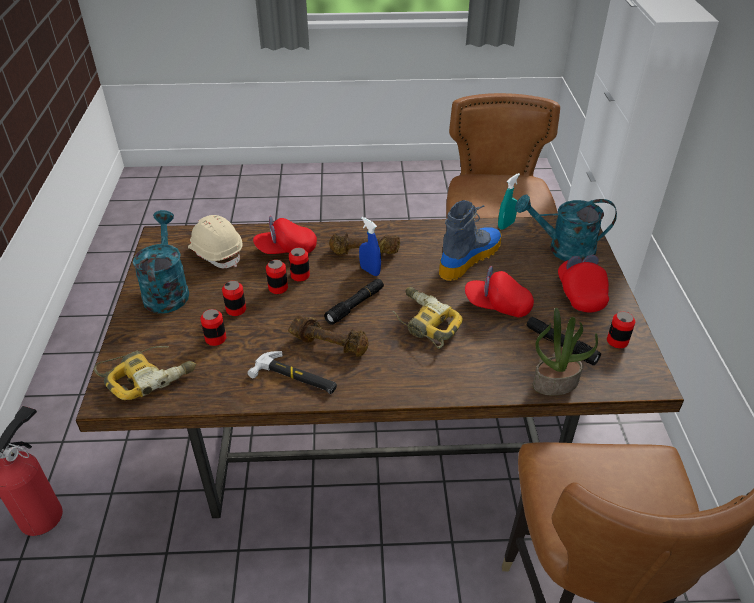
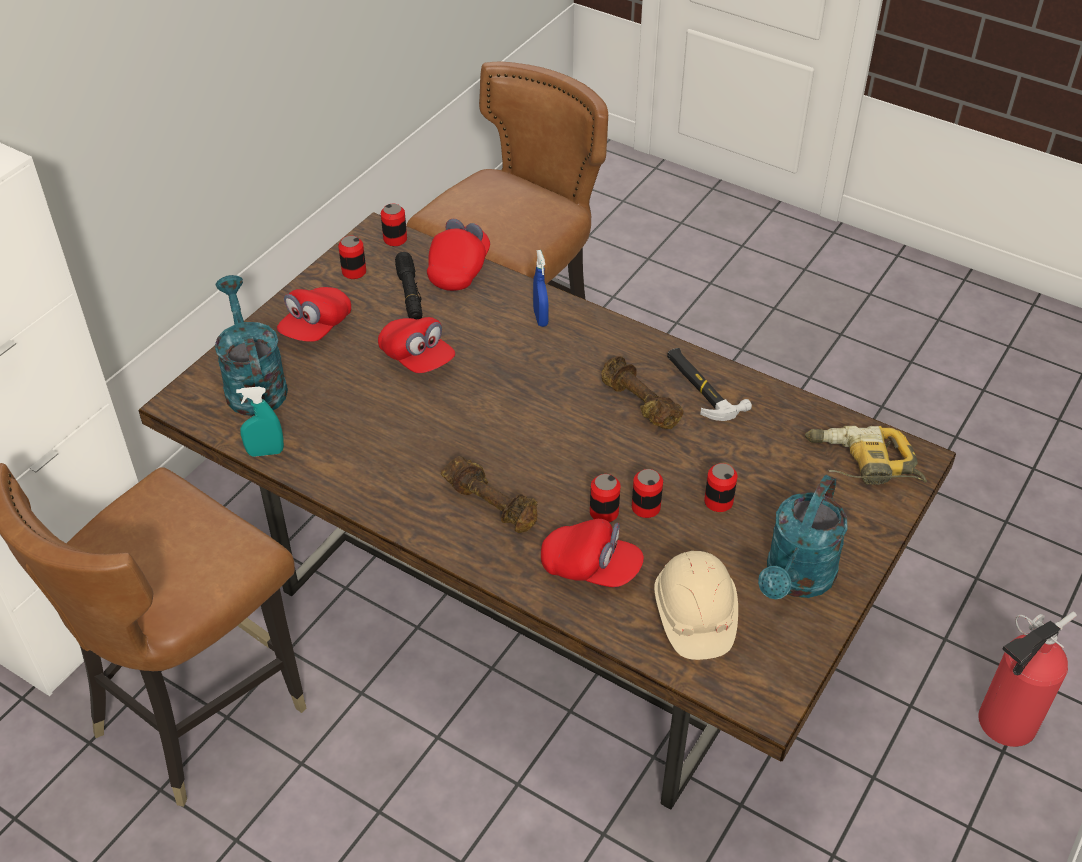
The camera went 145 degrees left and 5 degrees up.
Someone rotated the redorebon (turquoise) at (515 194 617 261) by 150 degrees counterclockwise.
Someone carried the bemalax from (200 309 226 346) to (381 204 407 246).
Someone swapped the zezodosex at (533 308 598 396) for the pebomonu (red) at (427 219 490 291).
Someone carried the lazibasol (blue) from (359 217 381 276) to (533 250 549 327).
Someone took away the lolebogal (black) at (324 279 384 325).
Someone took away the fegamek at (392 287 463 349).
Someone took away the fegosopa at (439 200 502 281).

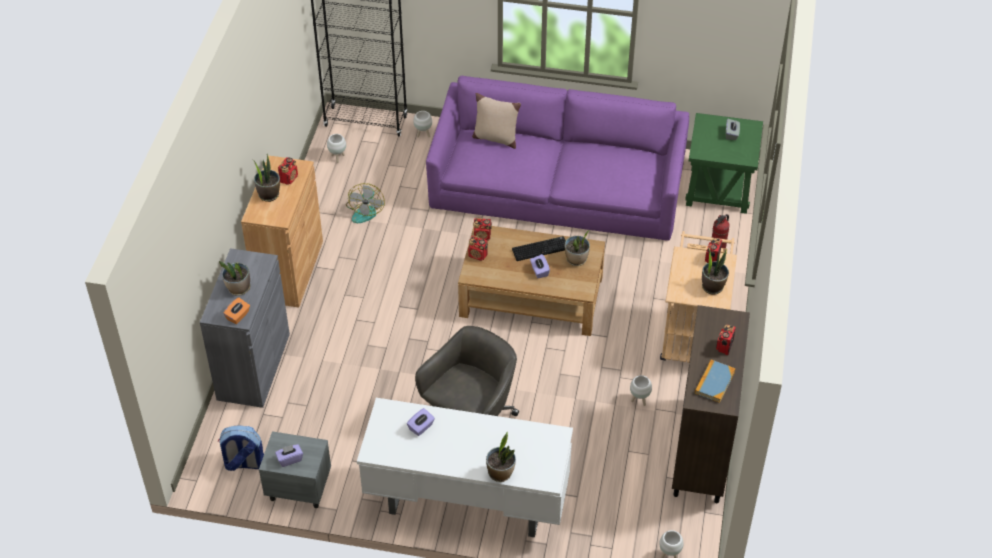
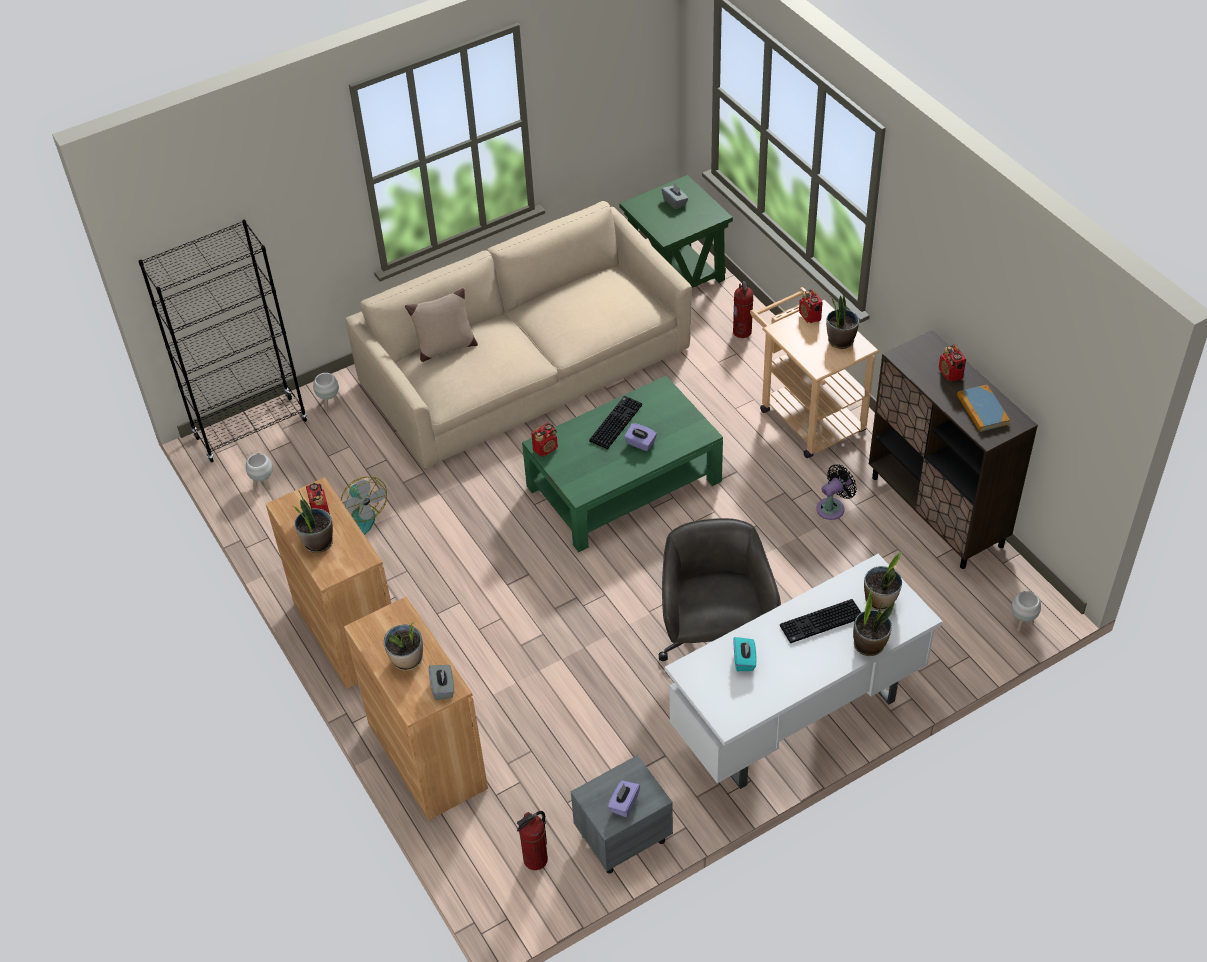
The camera went 40 degrees left and 0 degrees up.
Someone repainted the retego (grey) at (200 248 290 408), which became the retego (brown) at (344 596 488 821).
Someone repainted the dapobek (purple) at (426 76 689 241), which became the dapobek (beige) at (346 201 692 468).
Someone repainted the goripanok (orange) at (223 297 250 324), which became the goripanok (grey) at (429 665 454 700).
Someone swapped the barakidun at (218 425 264 471) for the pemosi at (517 811 548 870).
Someone repainted the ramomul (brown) at (458 226 605 336), which became the ramomul (green) at (522 376 723 552).
Someone repainted the goripanok (purple) at (407 408 435 436), which became the goripanok (turquoise) at (733 637 757 671).
Someone put down the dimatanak at (780 599 861 643).
Someone swapped the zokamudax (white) at (630 375 652 406) for the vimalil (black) at (816 464 857 520).
Someone carried the zezodosex from (565 230 590 266) to (864 552 902 610).
Someone took away the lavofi at (468 236 488 261).

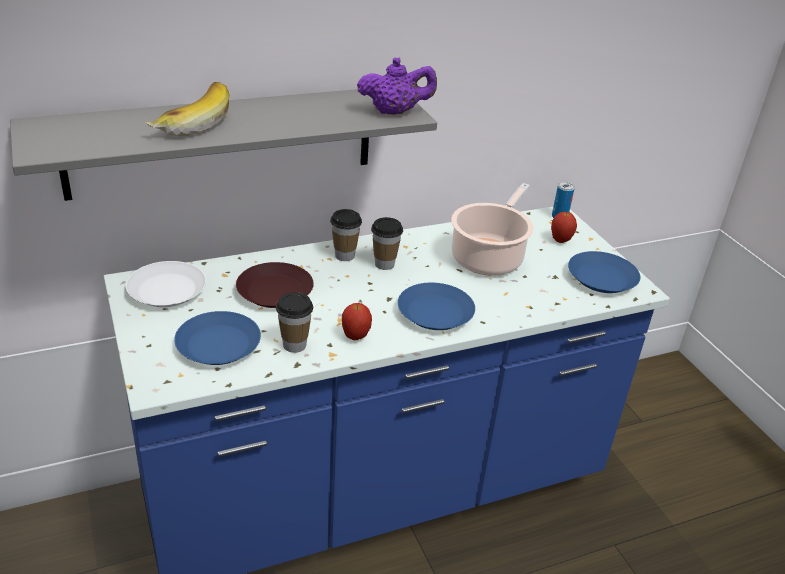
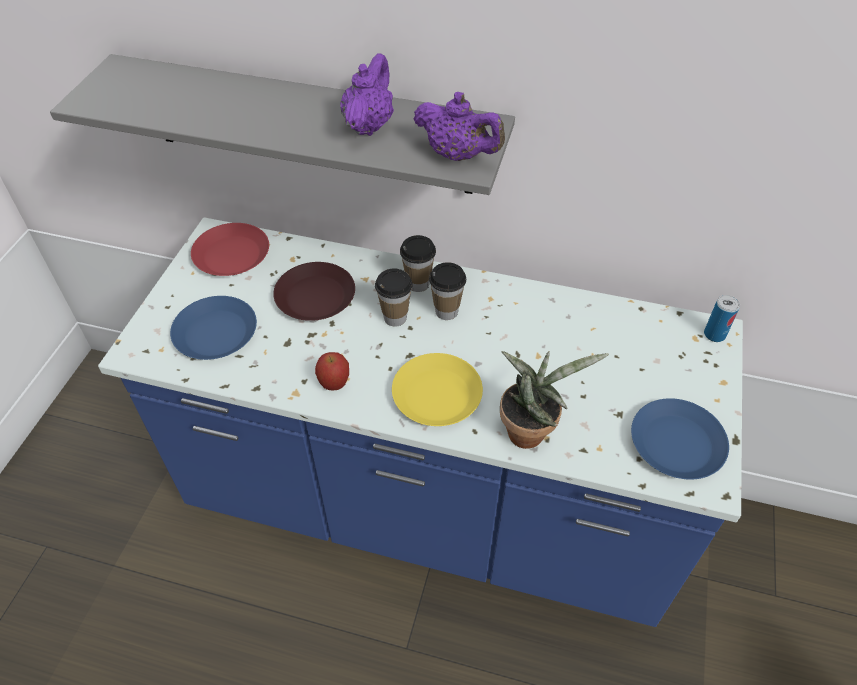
The camera went 40 degrees right and 15 degrees up.
Someone repainted the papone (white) at (126 261 206 307), which became the papone (red) at (191 223 269 276).
Someone put down the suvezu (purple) at (340 53 394 136).
Someone carried the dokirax from (276 292 313 353) to (375 269 413 327).
Someone repainted the papone (blue) at (398 283 475 330), which became the papone (yellow) at (392 353 483 426).
Someone put down the zezodosex at (500 351 609 449).
Someone took away the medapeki at (145 82 229 136).
Someone took away the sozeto at (451 183 534 276).
Someone took away the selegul at (551 212 577 243).

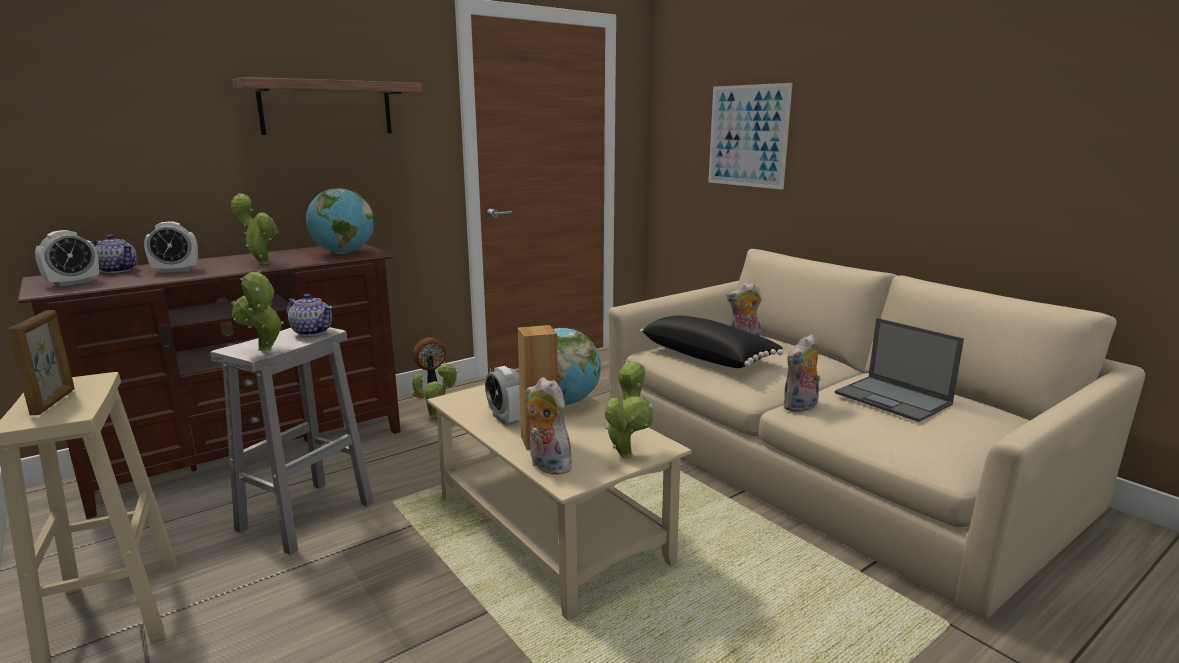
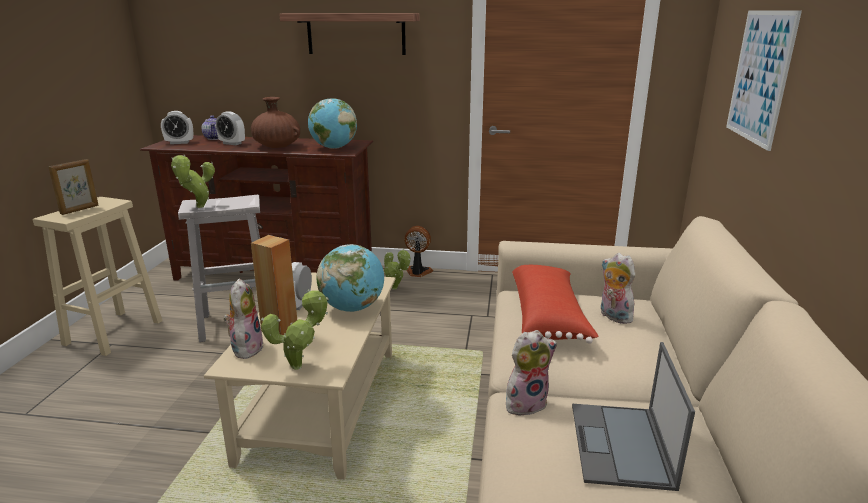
The camera went 45 degrees right and 5 degrees up.
Someone swapped the zezodosex at (231 193 278 264) for the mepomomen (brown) at (251 97 300 148).
Someone rotated the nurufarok at (783 334 821 412) by 150 degrees clockwise.
Someone repainted the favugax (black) at (640 316 783 368), which became the favugax (red) at (512 265 598 344).
Someone took away the suvezu at (286 294 333 336).

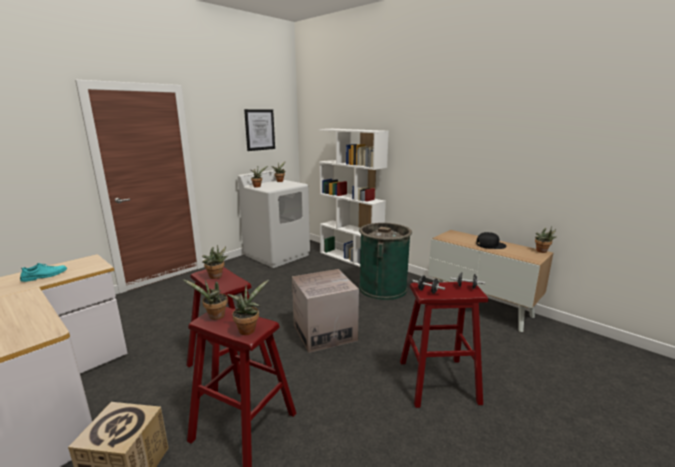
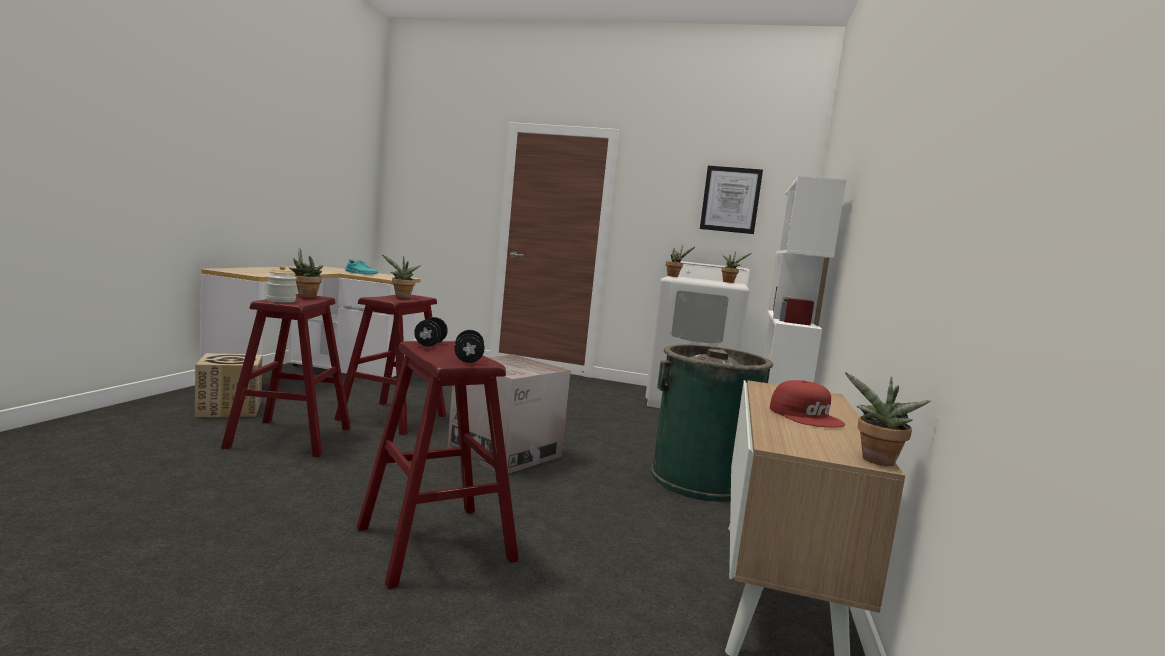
The camera went 60 degrees right and 10 degrees down.
Someone swapped the zezodosex at (227 280 269 335) for the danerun at (267 265 297 303).
Someone repainted the pebomonu (black) at (476 232 507 249), which became the pebomonu (red) at (770 380 845 428).

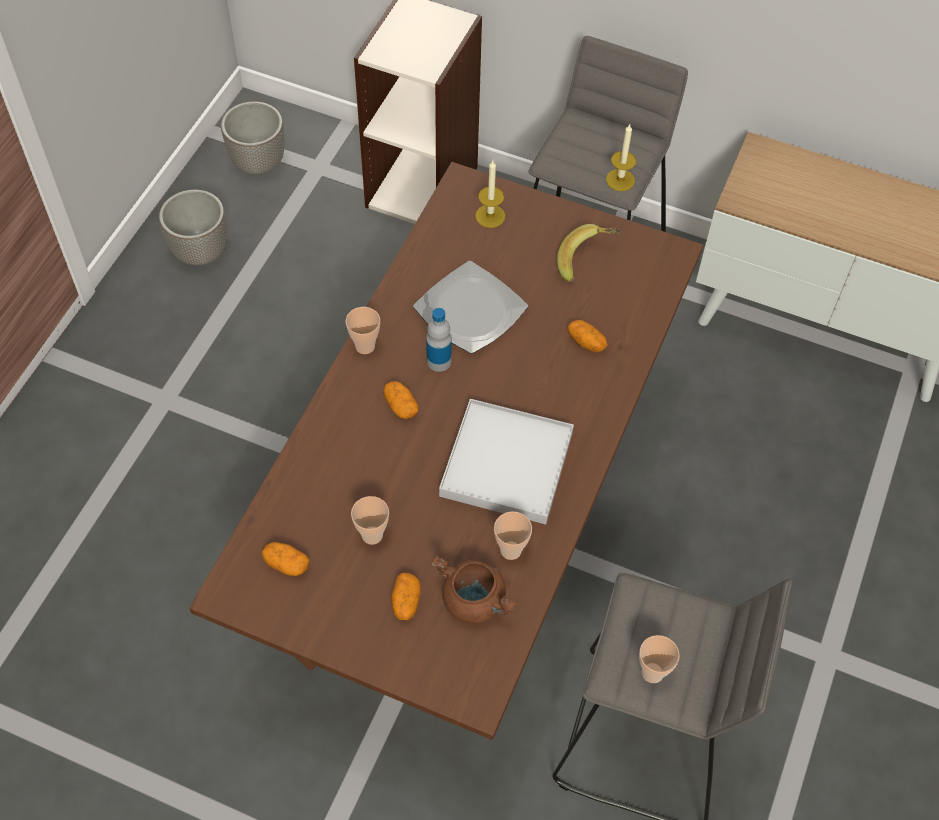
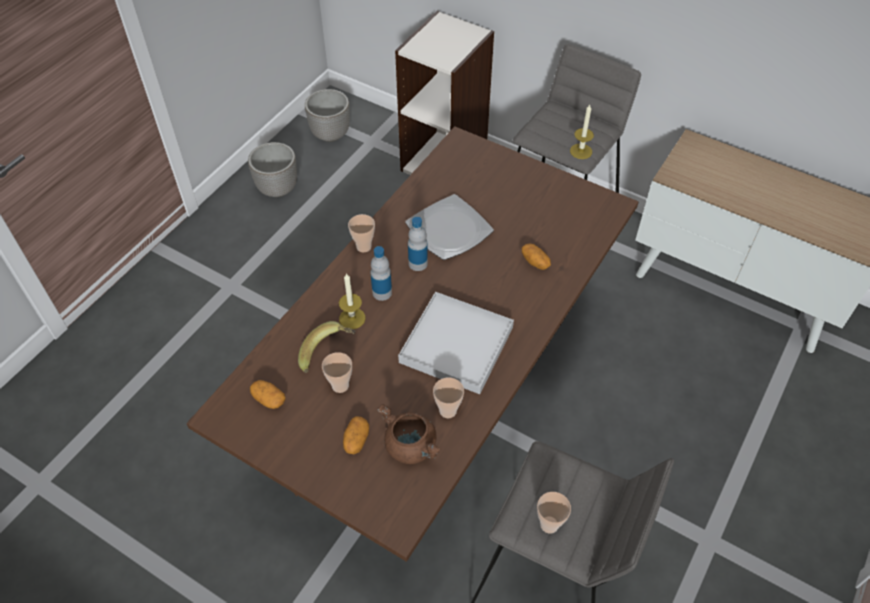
The camera went 10 degrees right and 5 degrees down.
Someone carried the medapeki from (557 224 621 283) to (298 321 355 373).
Someone carried the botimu from (475 161 505 228) to (339 273 366 329).
Someone swapped the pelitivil at (383 381 418 419) for the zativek at (370 246 392 301).

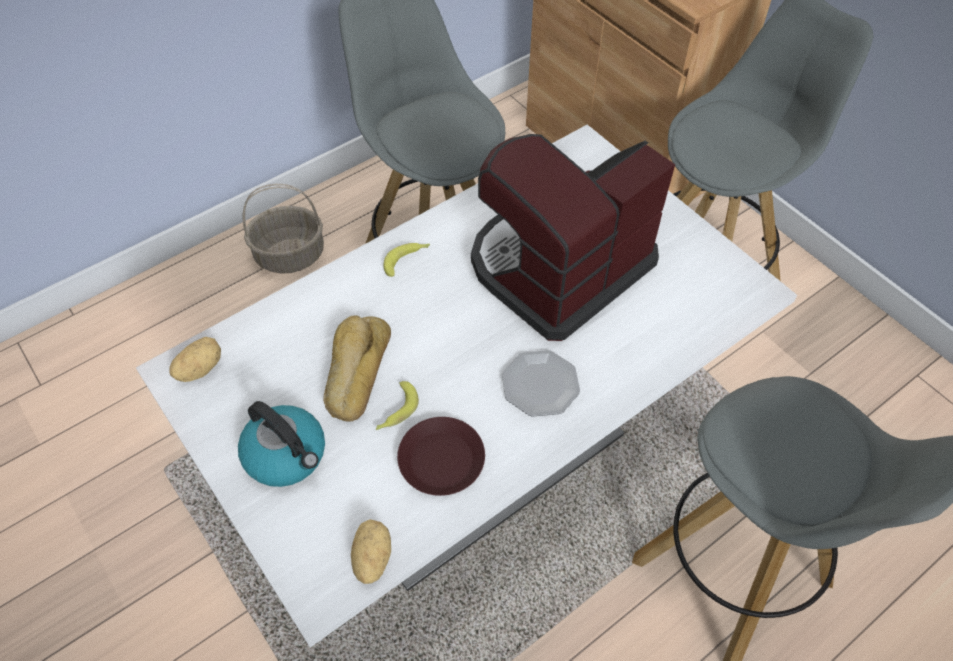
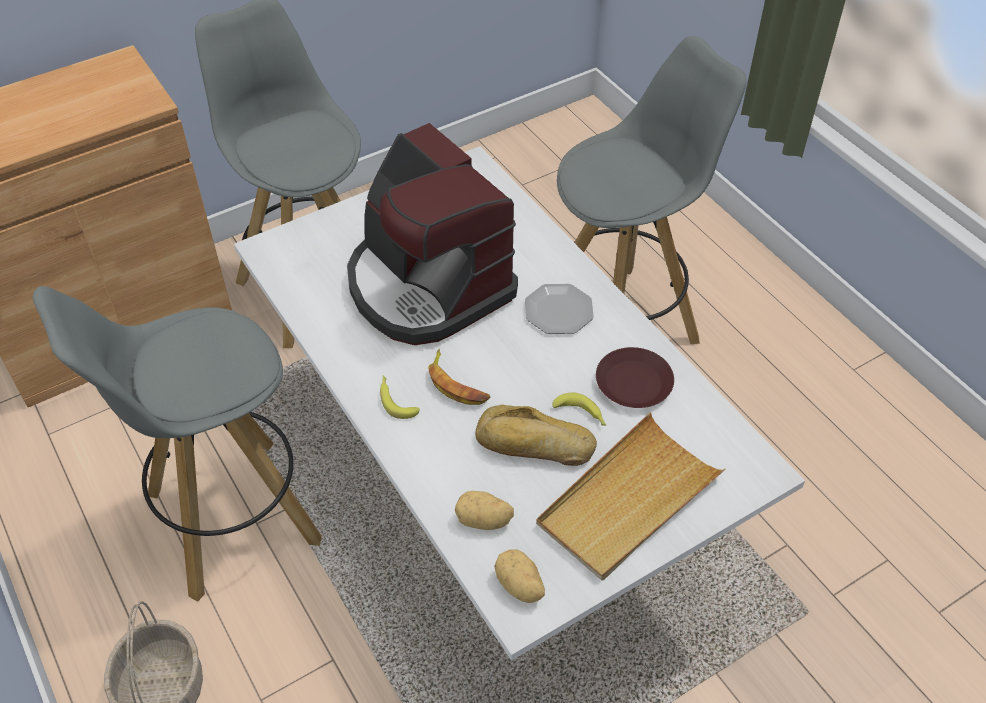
The camera went 85 degrees left and 5 degrees down.
Someone put down the medapeki at (428 349 490 405).
Someone carried the pelitivil from (351 519 391 584) to (455 491 514 530).
Someone swapped the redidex at (238 401 325 487) for the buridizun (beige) at (536 412 726 581).

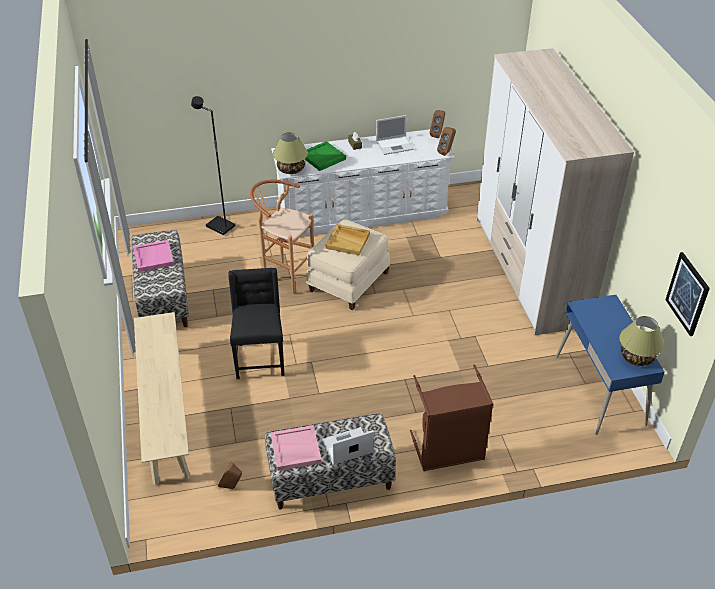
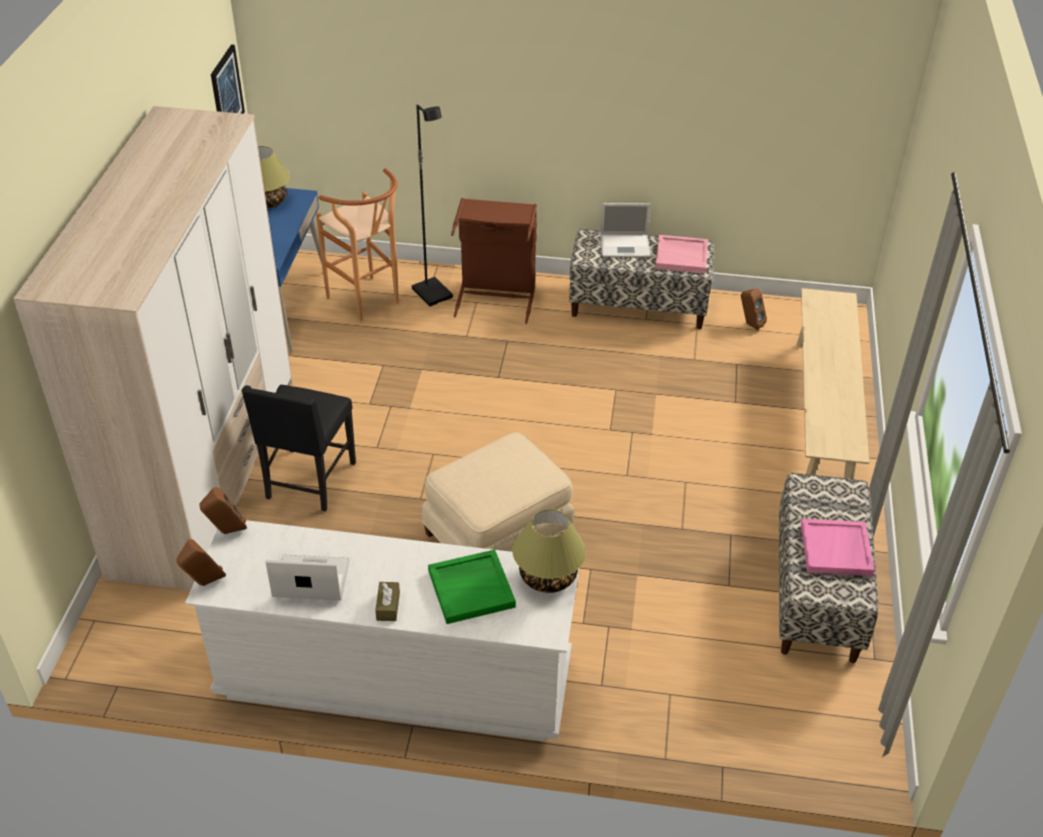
The camera went 160 degrees left and 0 degrees up.
Someone carried the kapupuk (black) from (228 268 285 379) to (241 385 356 511).
Someone carried the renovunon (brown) from (250 179 314 294) to (316 168 399 321).
Someone carried the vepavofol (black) from (191 96 235 235) to (412 104 453 307).
Someone took away the buridizun (beige) at (326 224 370 255).

